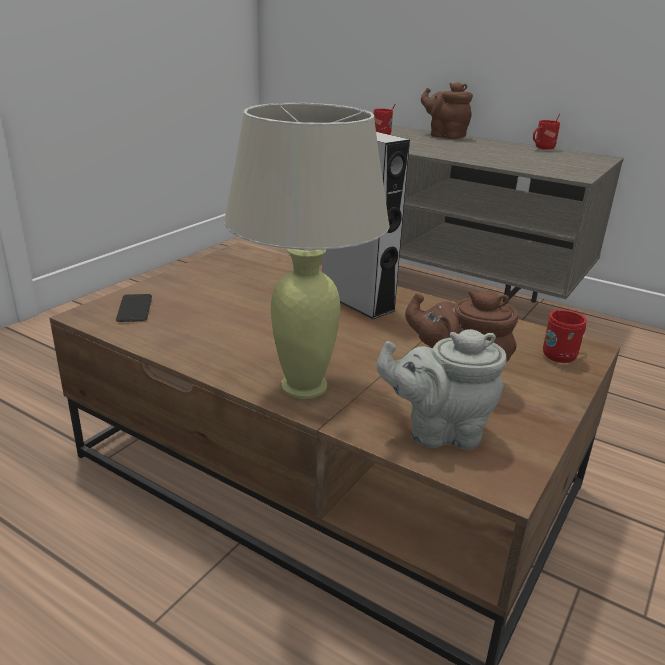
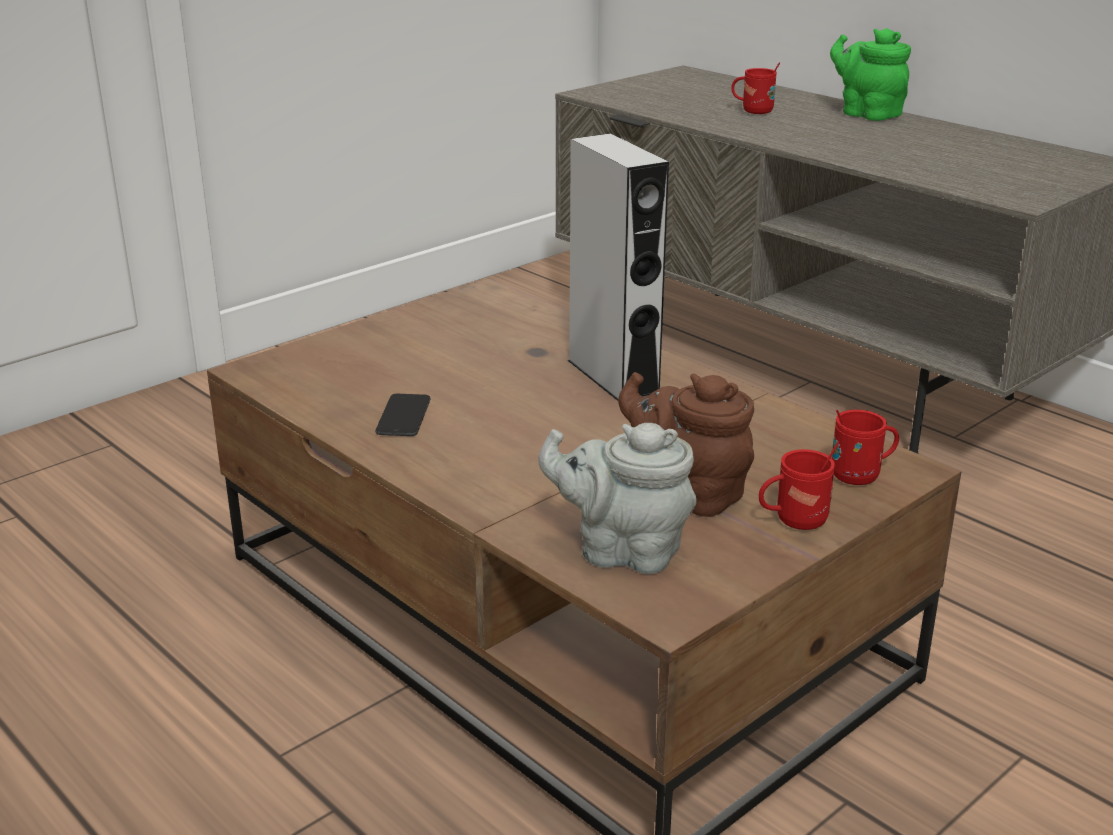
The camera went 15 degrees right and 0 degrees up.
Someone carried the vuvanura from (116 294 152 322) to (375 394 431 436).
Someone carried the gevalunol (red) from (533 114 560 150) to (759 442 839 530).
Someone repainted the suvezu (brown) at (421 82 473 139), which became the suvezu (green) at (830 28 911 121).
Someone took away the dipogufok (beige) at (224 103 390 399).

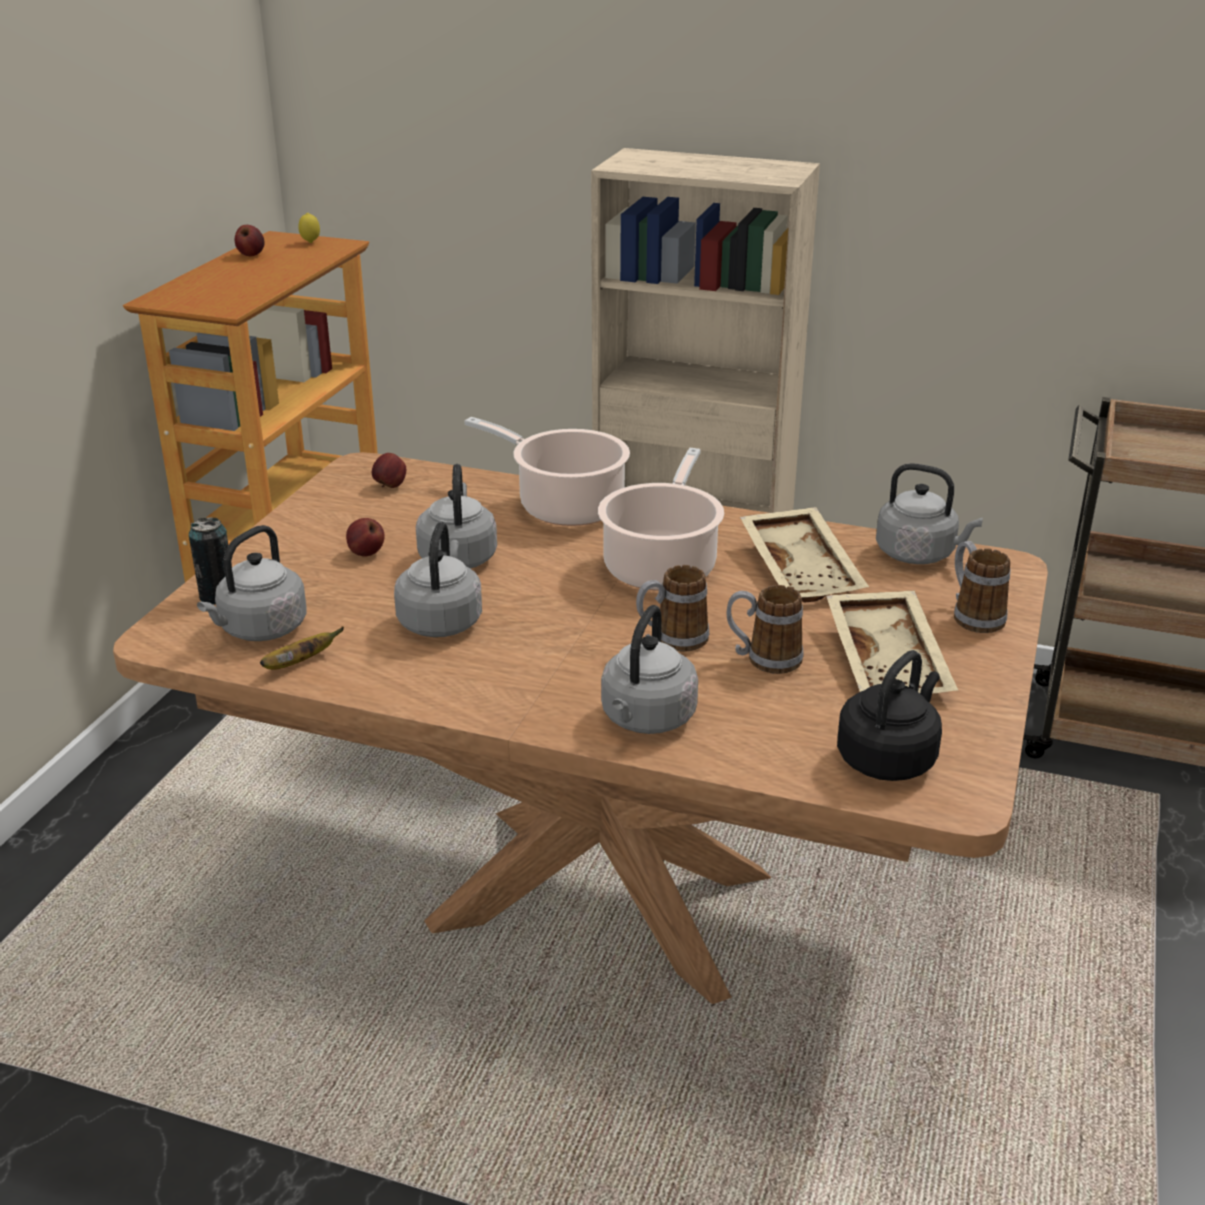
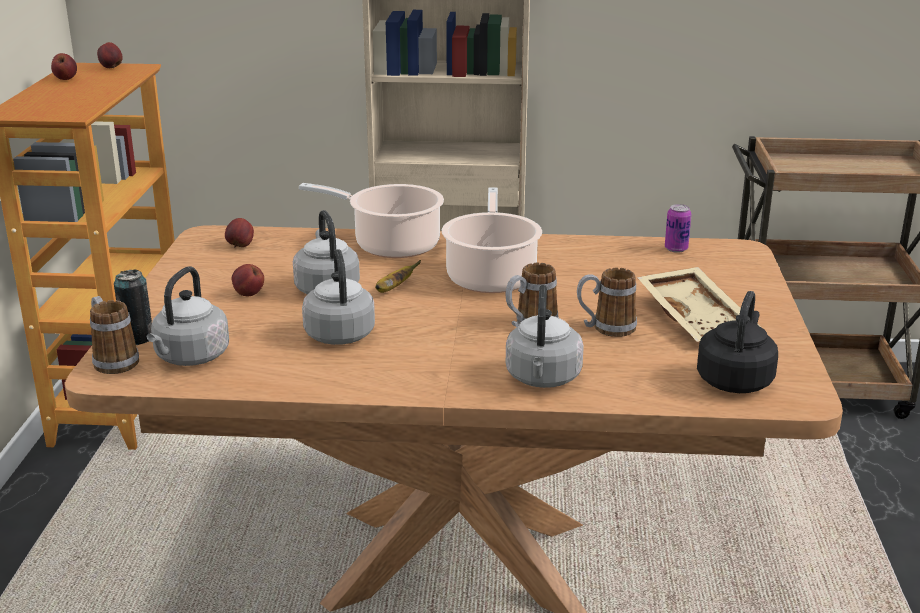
The camera went 15 degrees left and 5 degrees down.
Someone carried the gevalunol from (954 541 1011 633) to (90 296 139 374).
Someone swapped the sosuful at (298 213 320 243) for the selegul at (97 42 123 68).
Someone carried the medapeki from (260 626 344 670) to (375 260 421 293).
Someone swapped the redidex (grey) at (876 463 983 564) for the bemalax at (665 204 691 253).
Someone took away the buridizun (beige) at (740 507 869 603).

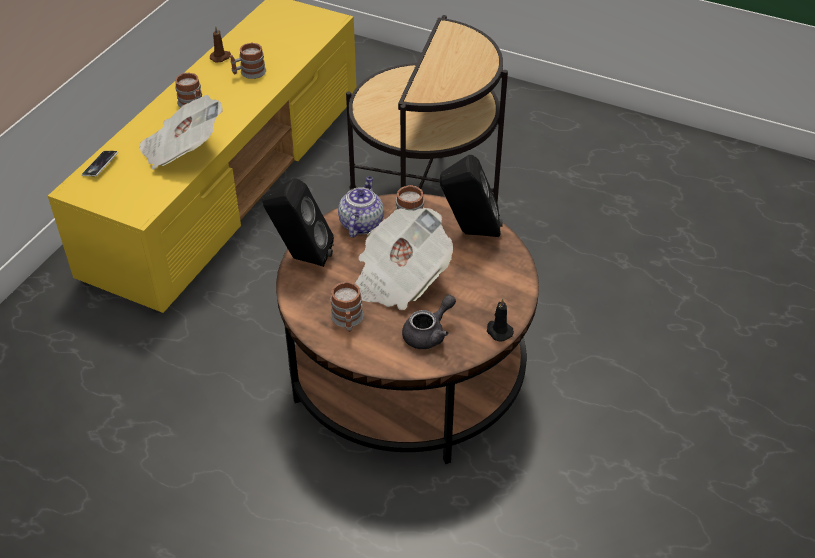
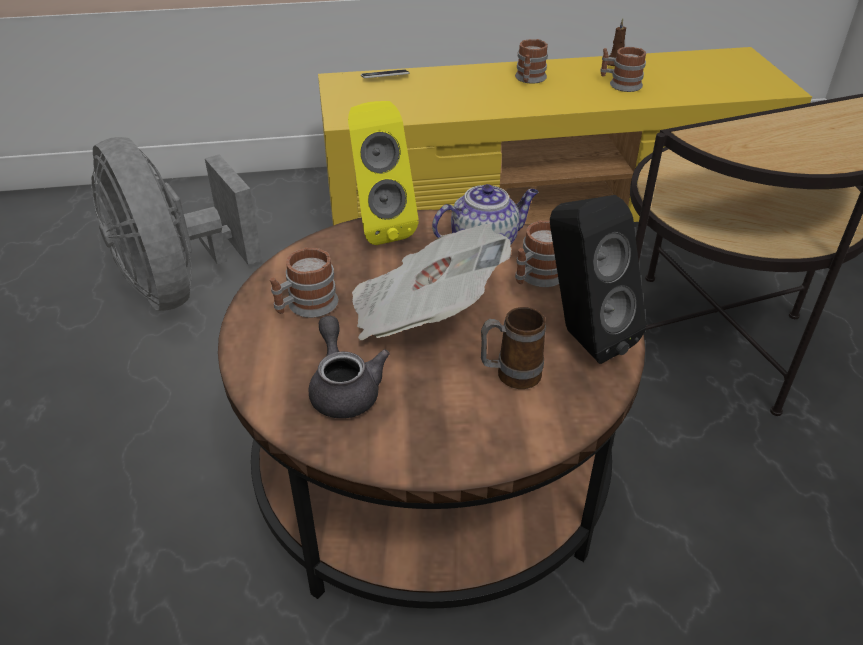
The camera went 55 degrees right and 5 degrees down.
Someone put down the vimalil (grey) at (91 137 262 311).
Someone rotated the suvezu (grey) at (402 295 456 349) by 120 degrees counterclockwise.
Someone repainted the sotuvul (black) at (263 179 334 267), which became the sotuvul (yellow) at (348 101 419 245).
Someone put down the gevalunol at (481 307 546 389).
Someone took away the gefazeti at (139 95 223 170).
Someone took away the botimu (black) at (487 298 514 341).

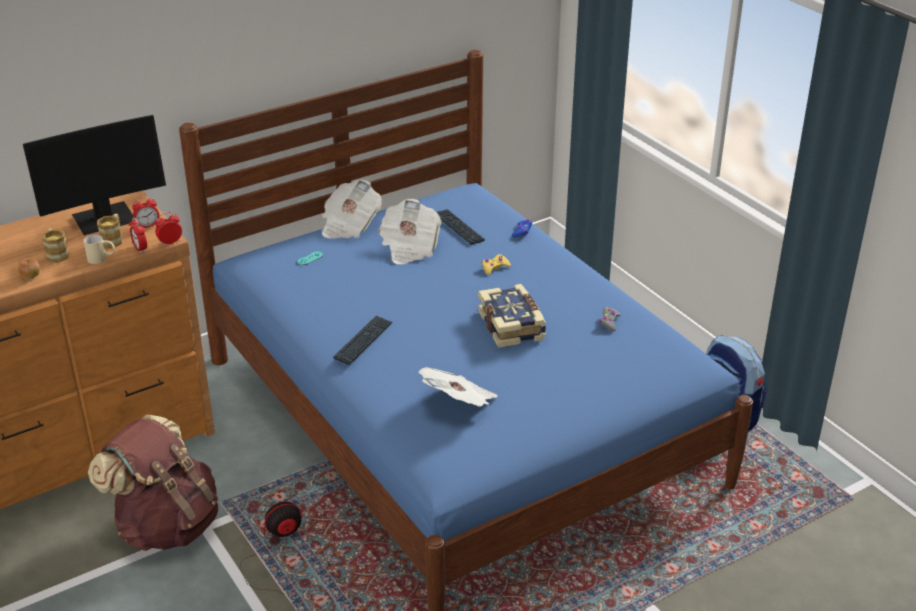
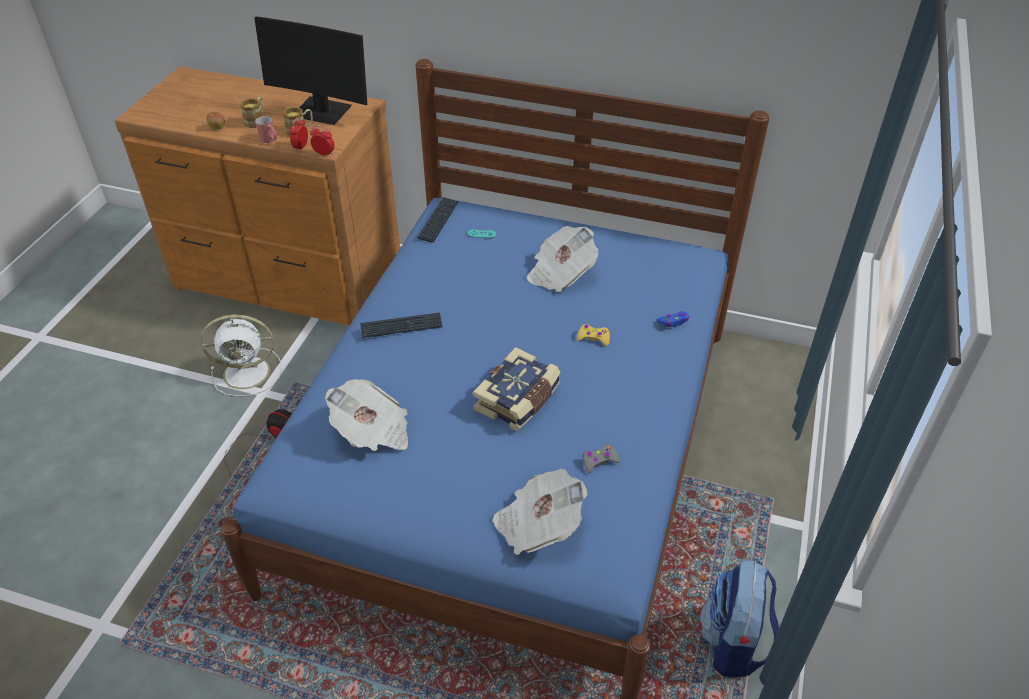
The camera went 50 degrees right and 10 degrees up.
Someone swapped the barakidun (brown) at (88 415 218 551) for the vimalil (white) at (201 314 282 397).
Someone repainted the gevalunol (beige) at (84 235 115 264), which became the gevalunol (red) at (255 116 277 143).
Someone carried the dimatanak from (437 209 485 245) to (417 197 459 243).
Someone carried the gefazeti from (322 180 382 239) to (493 469 588 555).
Someone took away the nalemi at (132 196 159 228).

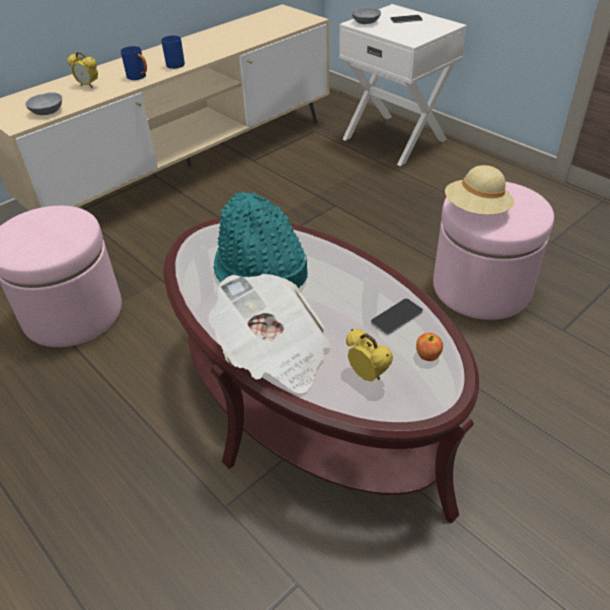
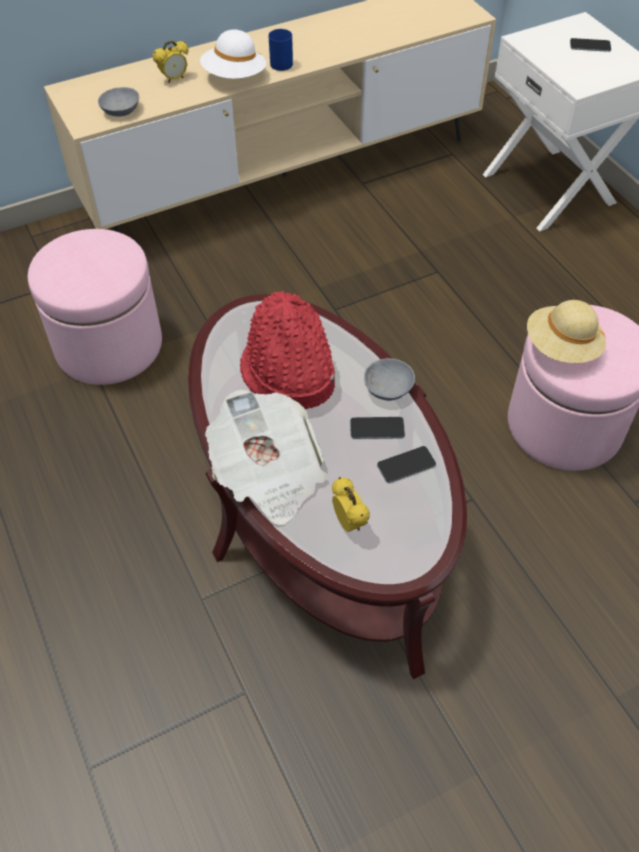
The camera went 15 degrees right and 10 degrees up.
Someone rotated the nalemi at (67 52 98 88) by 75 degrees counterclockwise.
Someone swapped the gevalunol (blue) at (121 46 147 80) for the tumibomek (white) at (200 30 266 79).
Someone repainted the tumibomek (turquoise) at (213 192 308 288), which became the tumibomek (red) at (240 291 335 410).
Someone put down the vuvanura at (350 417 405 439).
Someone carried the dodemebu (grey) from (352 7 381 24) to (364 358 415 401).
Someone took away the selegul at (416 333 443 361).

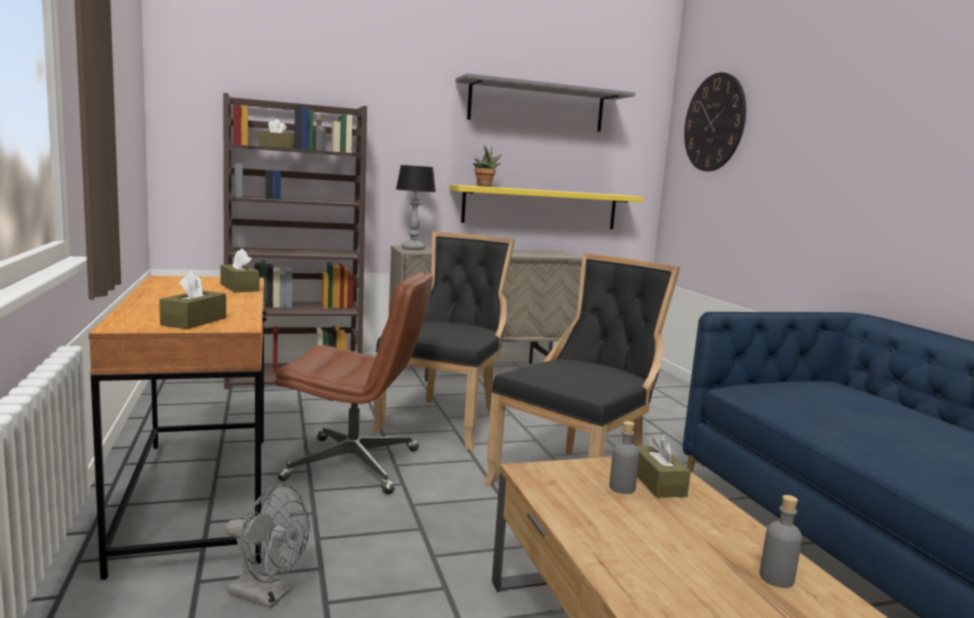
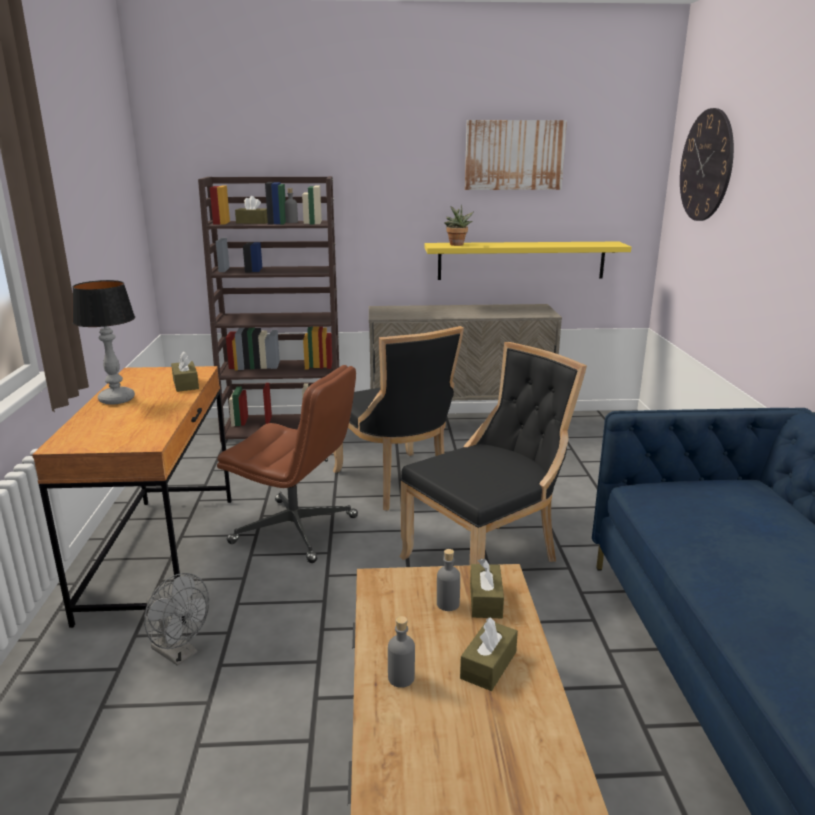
The camera went 15 degrees right and 10 degrees up.
Someone carried the dipogufok from (396 165 436 250) to (72 280 135 405).
Someone rotated the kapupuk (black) at (371 231 515 450) by 120 degrees clockwise.
Someone carried the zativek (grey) from (760 495 802 588) to (388 616 415 688).
Someone carried the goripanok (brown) from (159 271 226 329) to (460 617 518 691).
Someone swapped the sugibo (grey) at (455 73 635 132) for the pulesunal at (465 120 567 190).

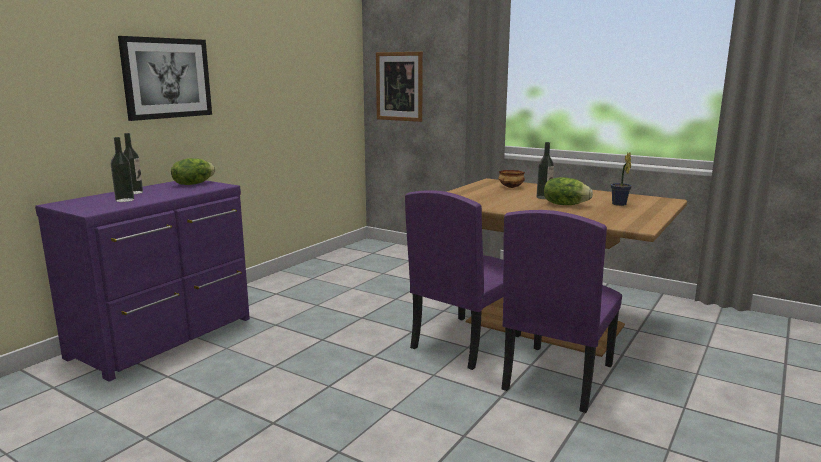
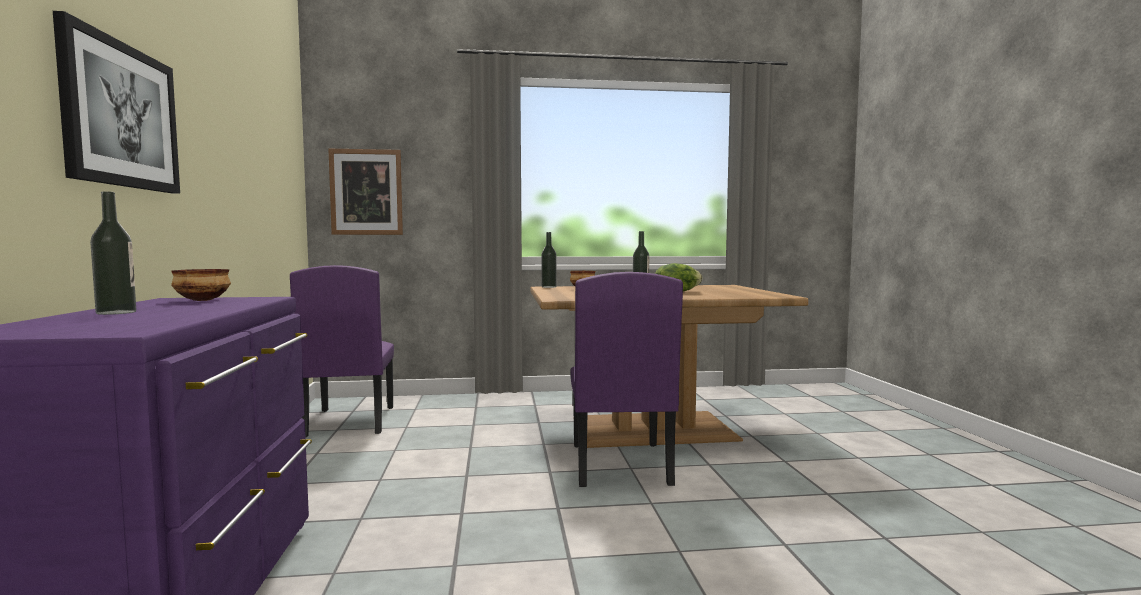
The camera went 40 degrees left and 10 degrees down.
Someone swapped the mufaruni at (171 158 215 185) for the dodemebu at (171 269 231 301).
Someone carried the kapupuk (purple) from (501 210 622 413) to (290 265 394 438).
Someone carried the zativek from (111 137 134 202) to (541 232 557 288).
Someone took away the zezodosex at (611 152 632 206).

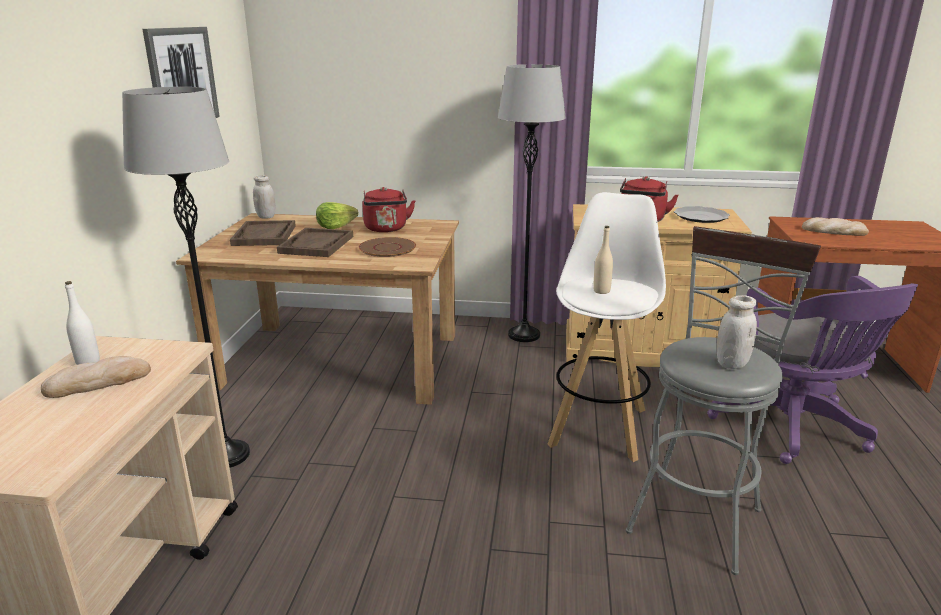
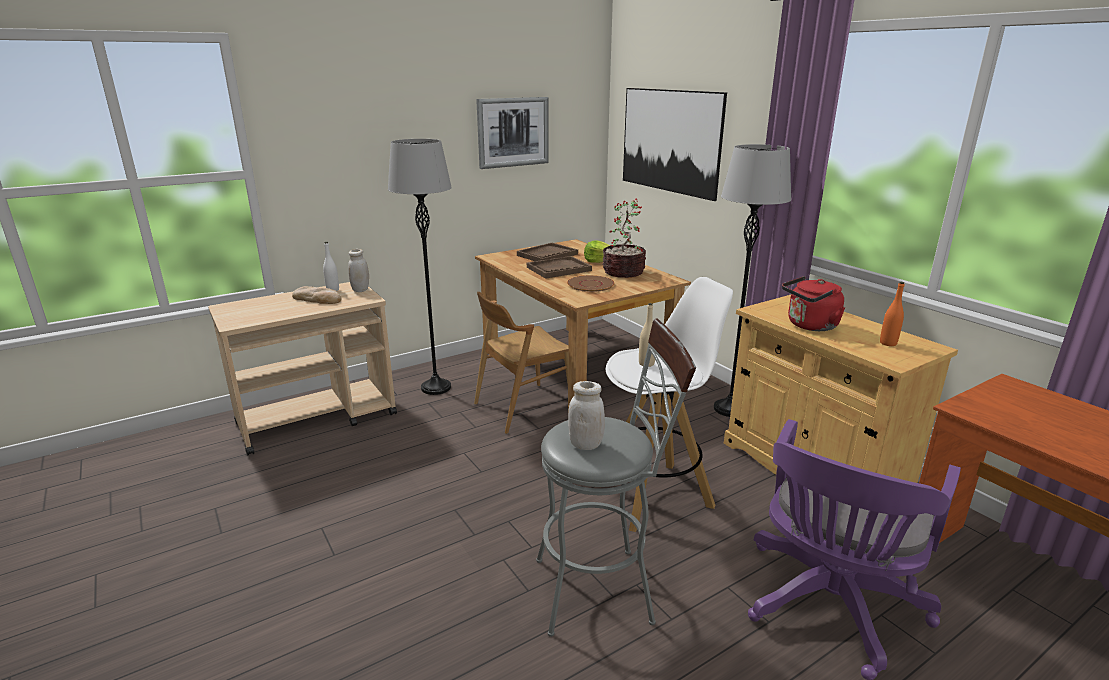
The camera went 50 degrees right and 0 degrees up.
Someone carried the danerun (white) from (253 175 276 219) to (348 249 369 292).
Someone put down the kapupuk (brown) at (474 292 569 434).
Someone swapped the redidex (red) at (363 187 415 232) for the zezodosex at (602 199 646 278).
Someone put up the pulesunal at (623 88 727 201).
Someone swapped the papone at (674 206 730 223) for the zativek (orange) at (880 282 904 346).
Someone took away the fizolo at (802 217 869 236).

